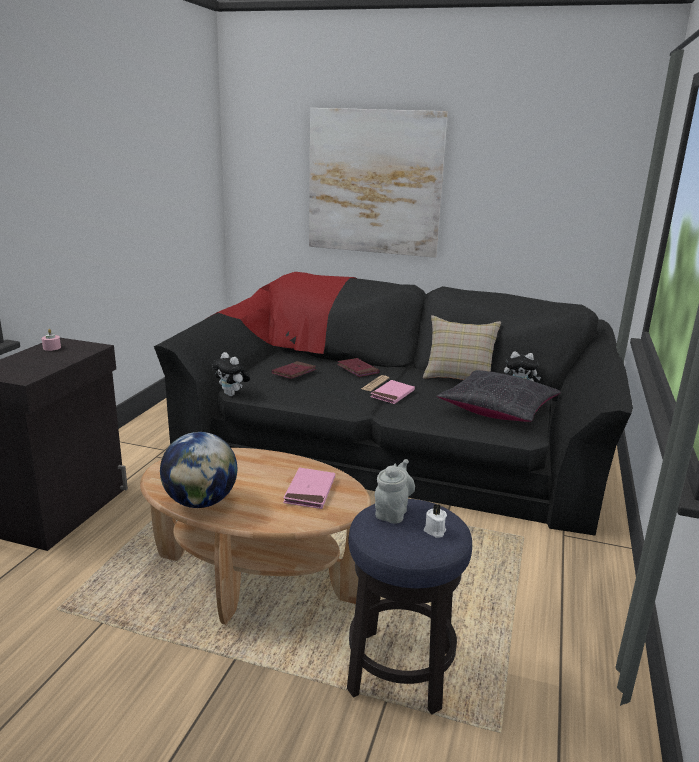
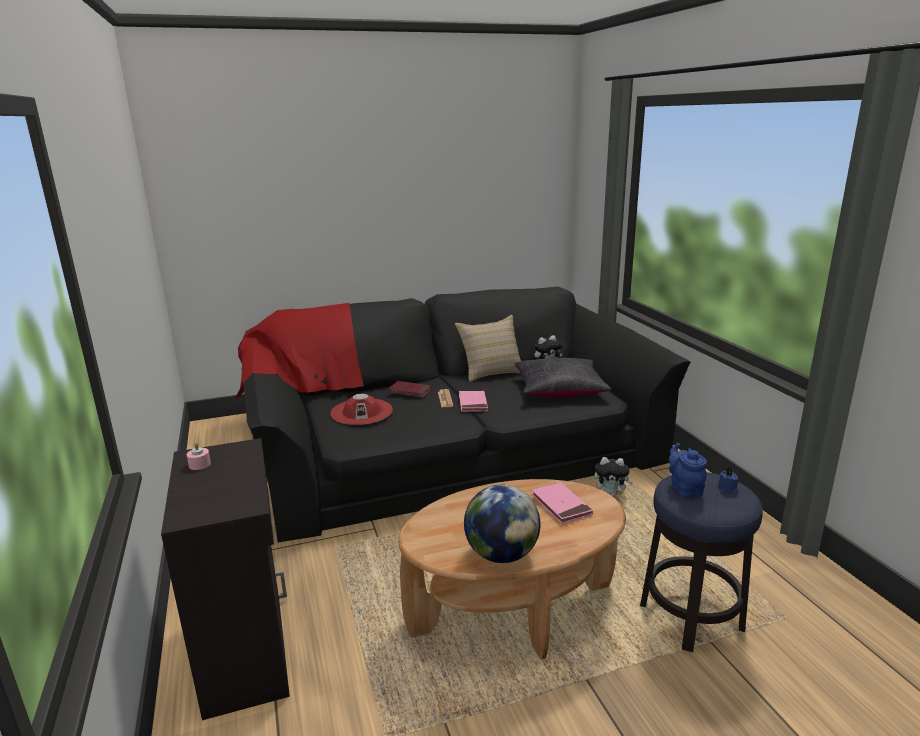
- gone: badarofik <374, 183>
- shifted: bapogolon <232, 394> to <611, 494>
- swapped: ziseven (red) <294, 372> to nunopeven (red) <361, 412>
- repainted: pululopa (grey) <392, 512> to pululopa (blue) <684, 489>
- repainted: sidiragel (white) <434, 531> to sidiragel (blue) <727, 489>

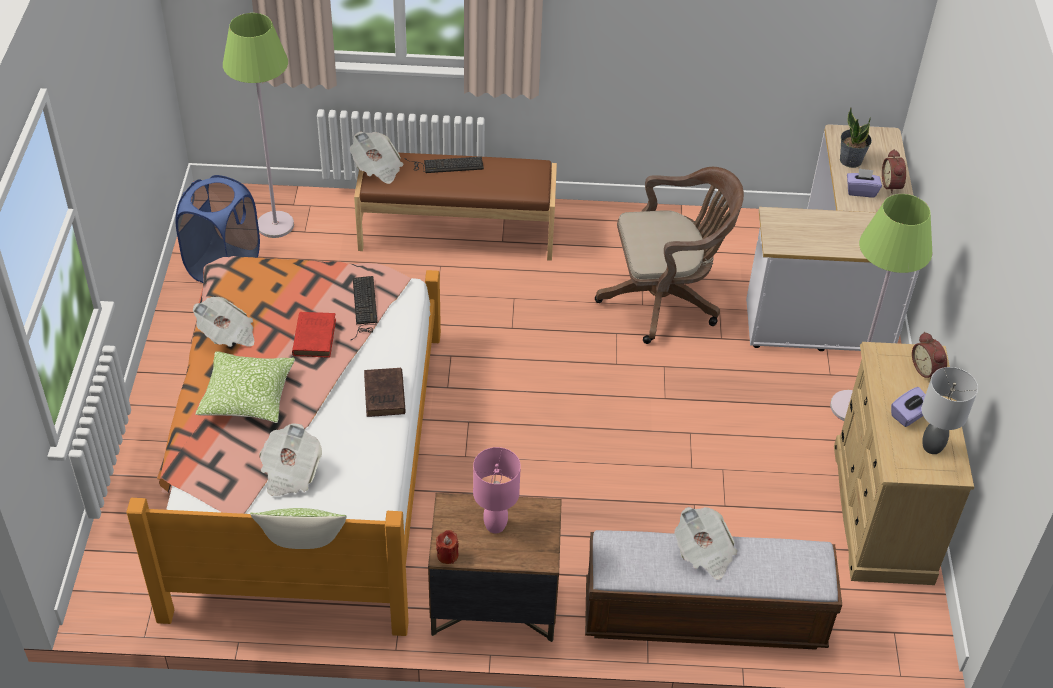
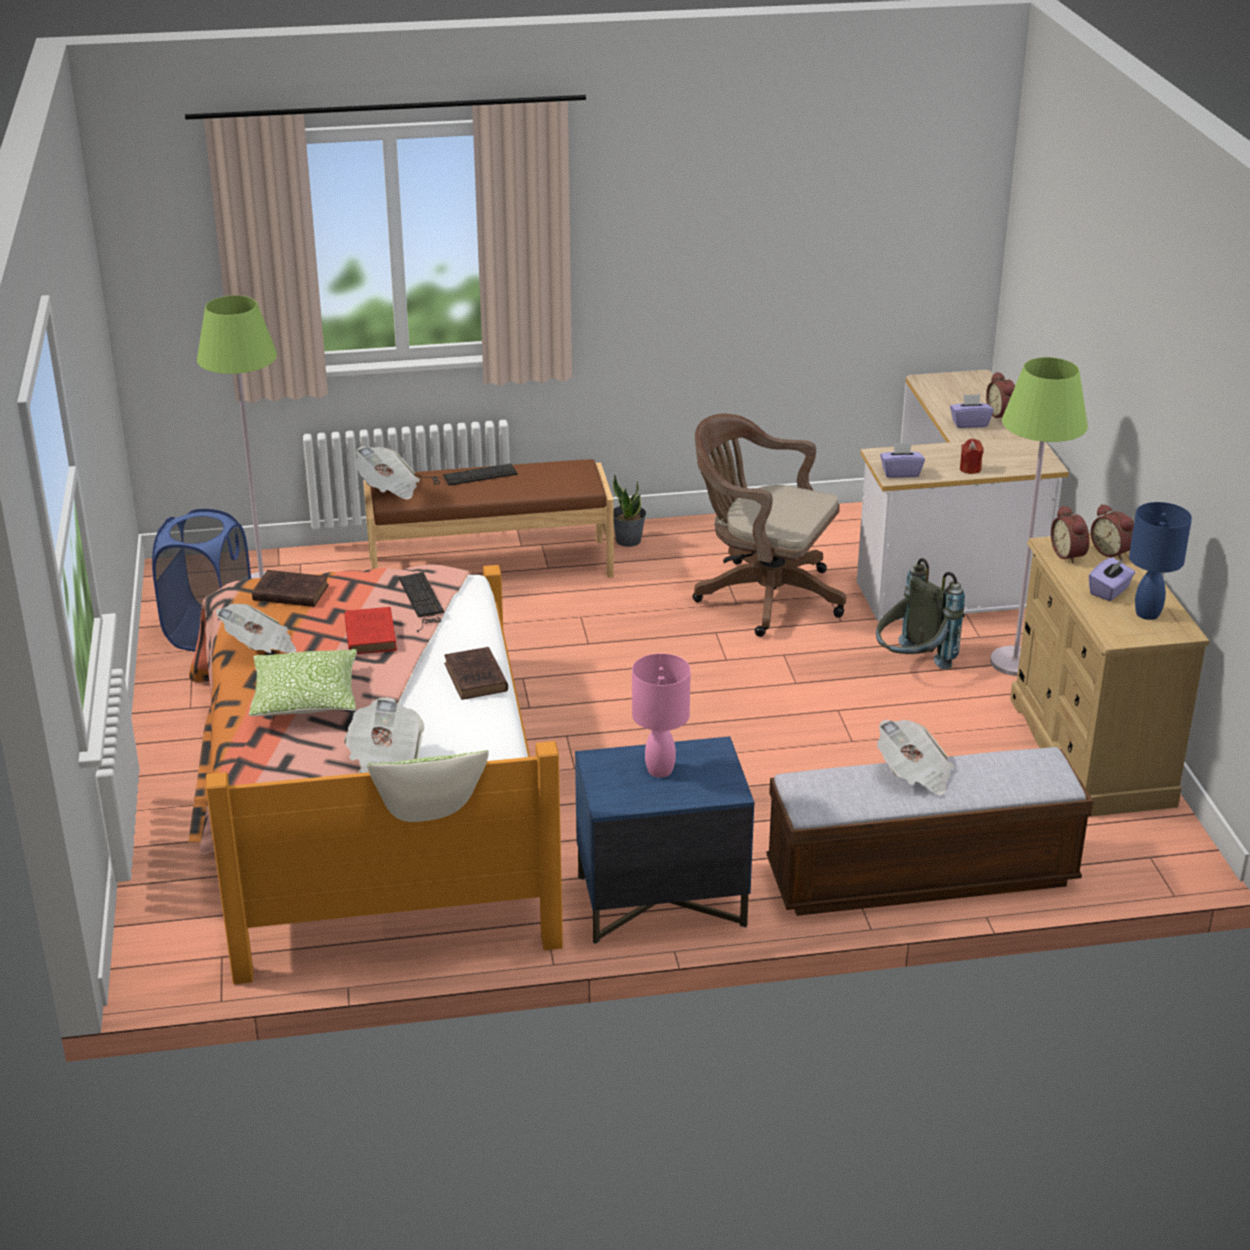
- shifted: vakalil <850, 160> to <628, 540>
- rotated: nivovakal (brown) <665, 300> = <762, 595> 135 degrees counterclockwise
- repainted: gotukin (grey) <933, 447> to gotukin (blue) <1148, 614>
- repainted: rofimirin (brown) <493, 604> to rofimirin (blue) <660, 902>
- shifted: sidiragel (red) <447, 555> to <970, 469>
- new: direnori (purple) <900, 473>
- new: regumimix <1070, 554>
- new: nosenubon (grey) <911, 666>
- new: ziseven (brown) <289, 593>

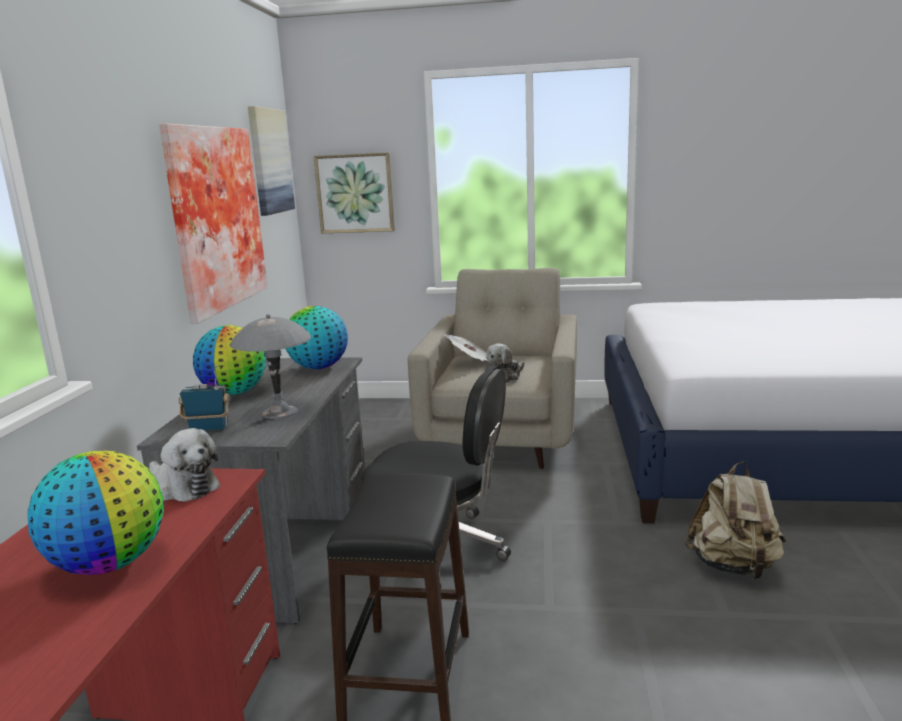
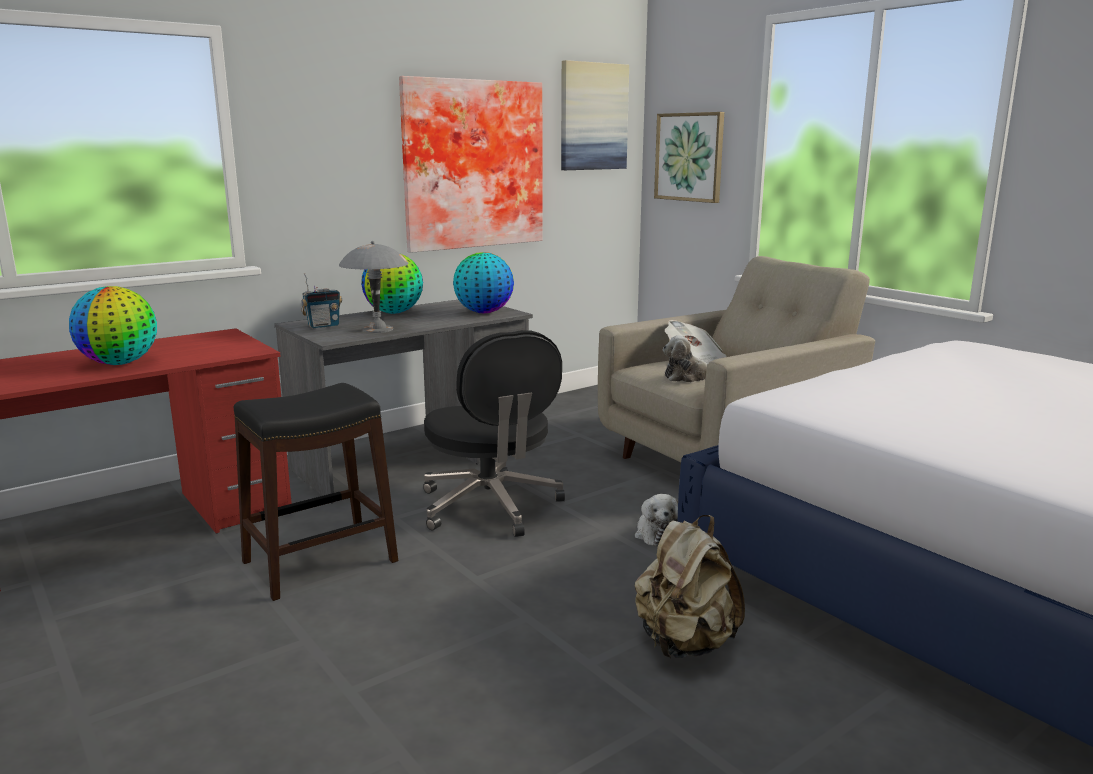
- rotated: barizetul <209, 428> = <323, 326> 105 degrees clockwise
- shifted: bapogolon <184, 487> to <656, 534>

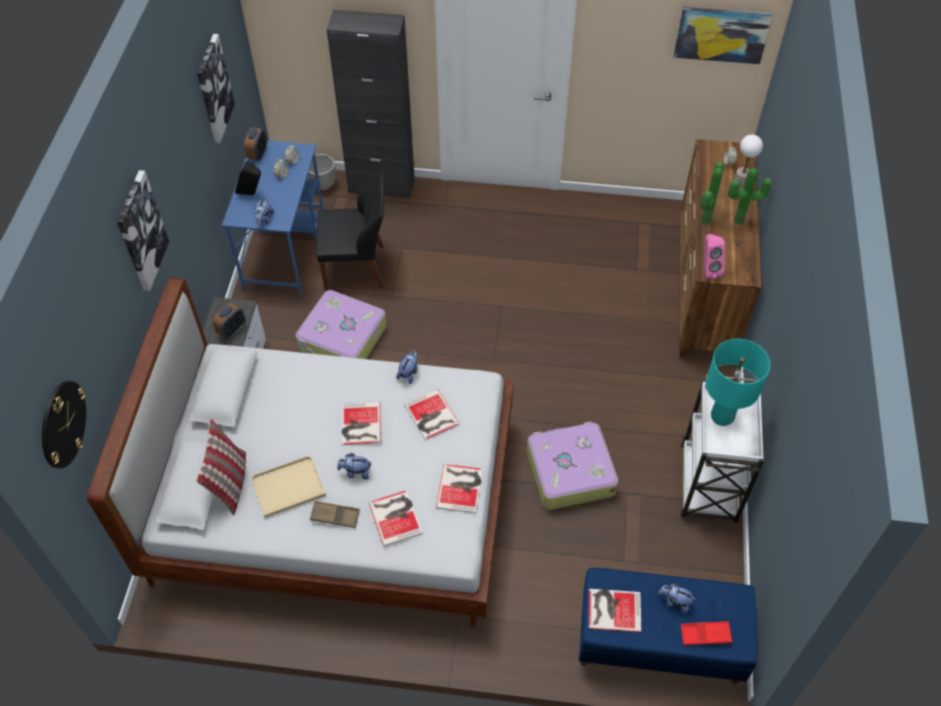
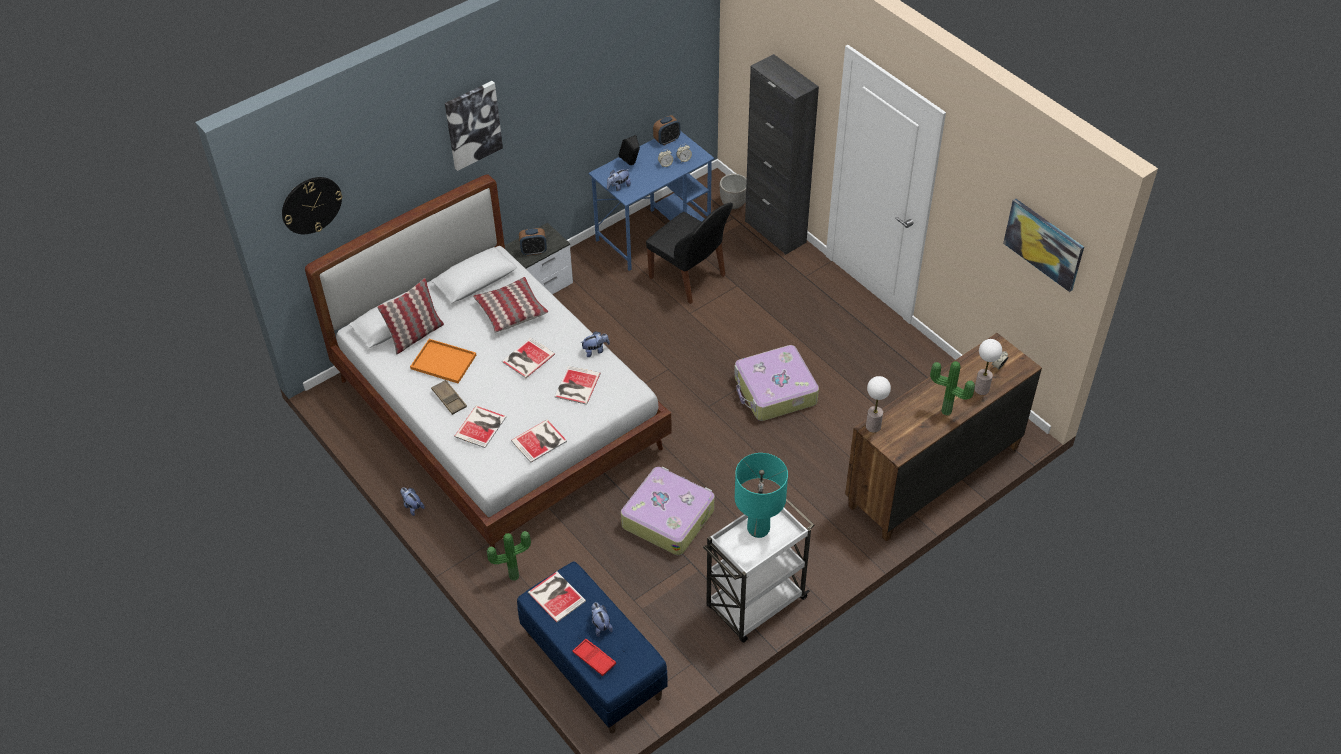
- gone: badarofik <213, 89>
- shifted: vakalil <703, 220> to <513, 575>
- swapped: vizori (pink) <708, 269> to gotukin <873, 426>
- shifted: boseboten <343, 339> to <774, 391>
- shifted: bapogolon <356, 472> to <412, 506>
- repainted: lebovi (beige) <287, 488> to lebovi (orange) <442, 362>
- new: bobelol <511, 311>

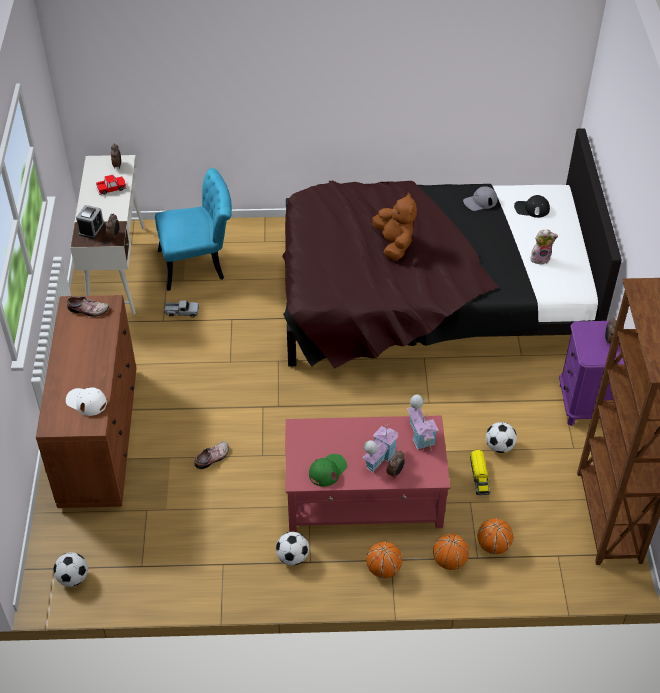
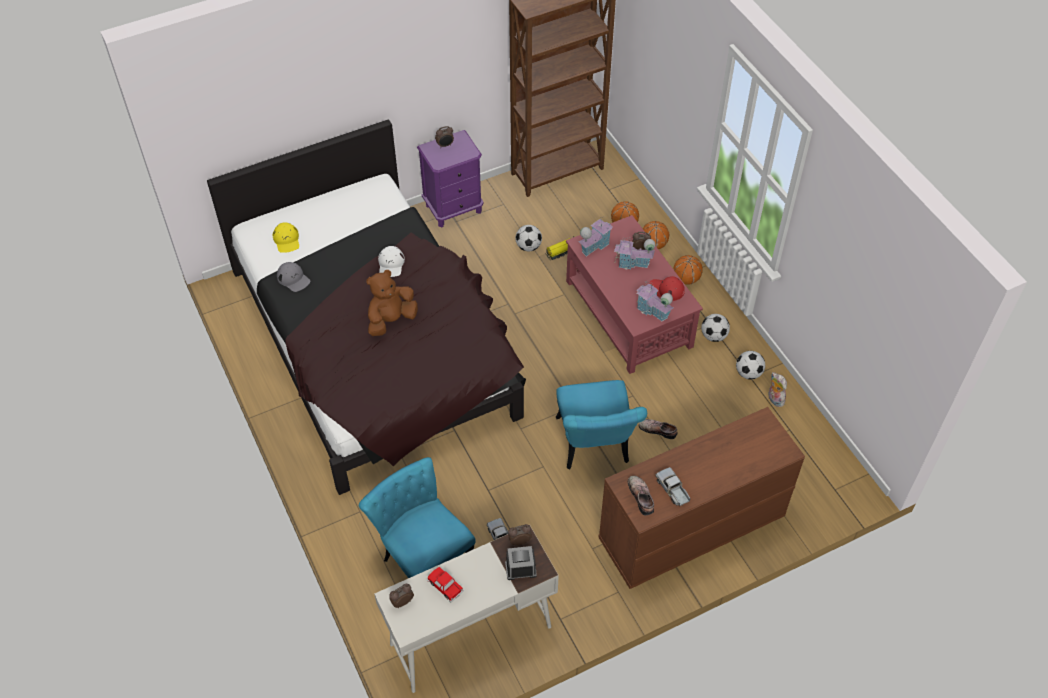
- repainted: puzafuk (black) <531, 209> to puzafuk (yellow) <287, 240>
- shifted: bapogolon <540, 258> to <774, 399>
- shifted: puzafuk (white) <86, 402> to <391, 264>
- repainted: puzafuk (green) <327, 470> to puzafuk (red) <666, 289>
- shifted: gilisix <73, 578> to <748, 373>
- new: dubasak <652, 311>
- new: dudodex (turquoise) <594, 447>
- new: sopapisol <672, 490>

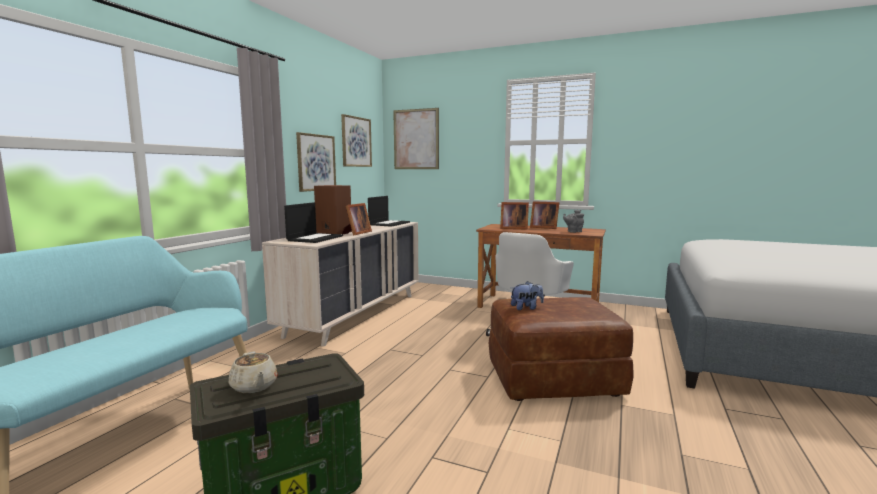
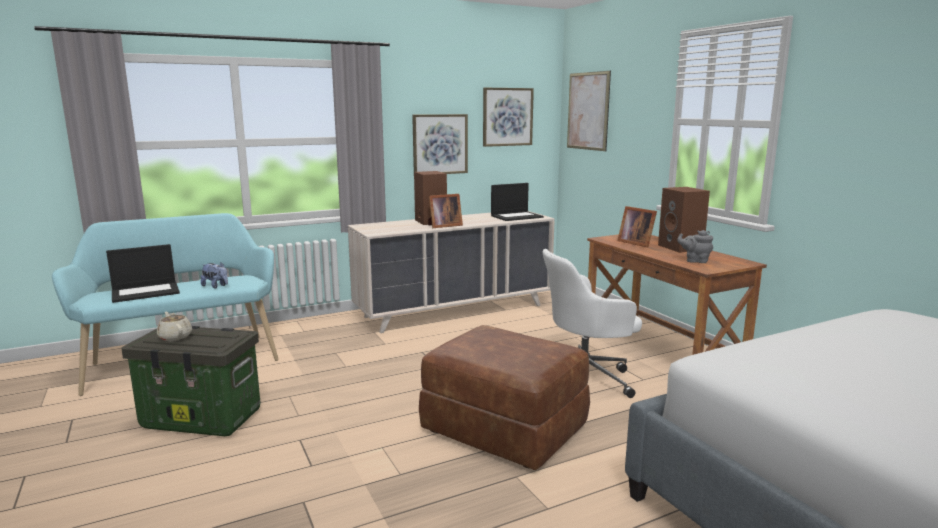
- swapped: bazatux <543, 227> to vizori (brown) <681, 248>
- shifted: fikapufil <315, 238> to <146, 292>
- shifted: bapogolon <526, 308> to <216, 286>
- rotated: pululopa (beige) <254, 386> = <175, 337> 135 degrees clockwise

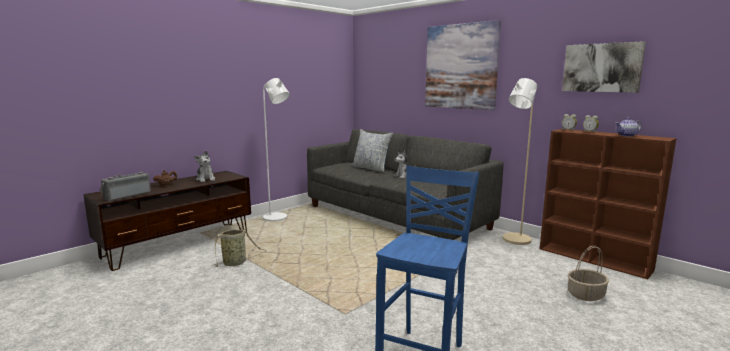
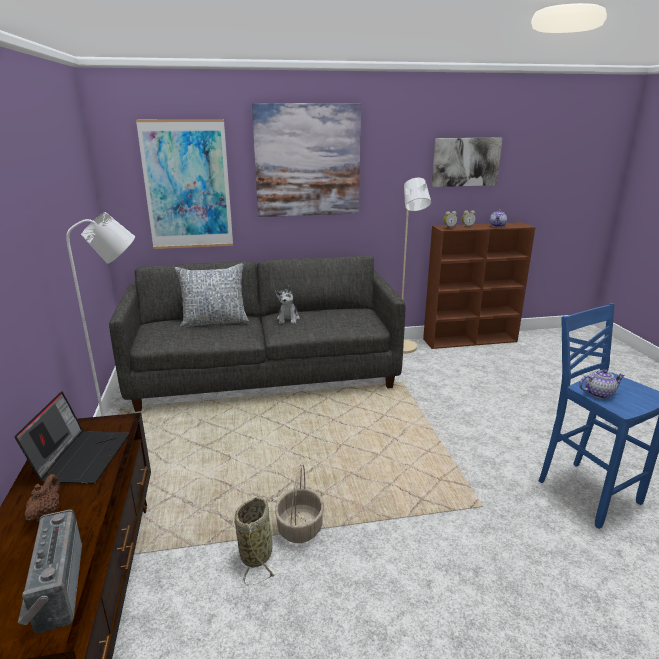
- swapped: bapogolon <205, 179> to fikapufil <81, 456>
- shifted: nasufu <585, 294> to <299, 527>
- new: badarofik <187, 185>
- new: pululopa <599, 393>

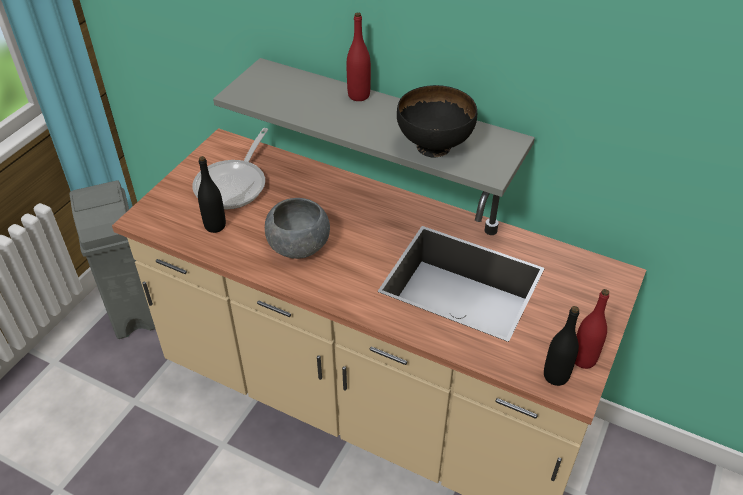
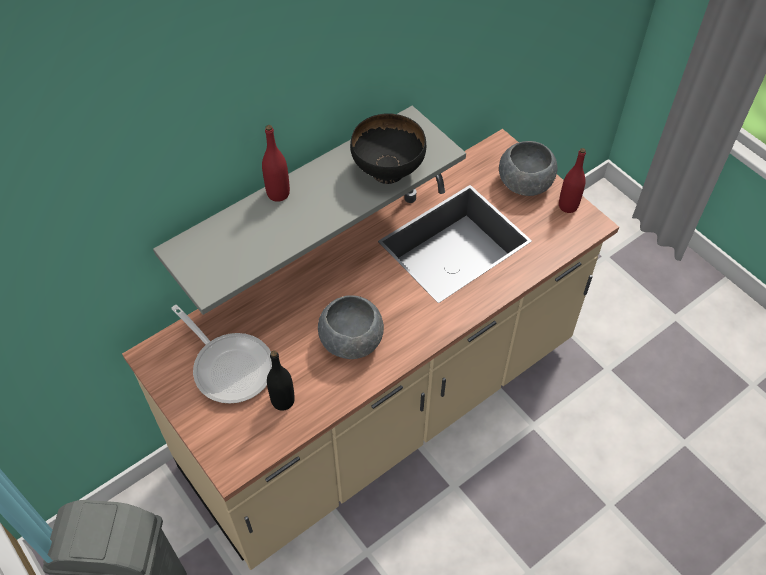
- gone: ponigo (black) <556, 376>
- new: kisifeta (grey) <525, 183>

